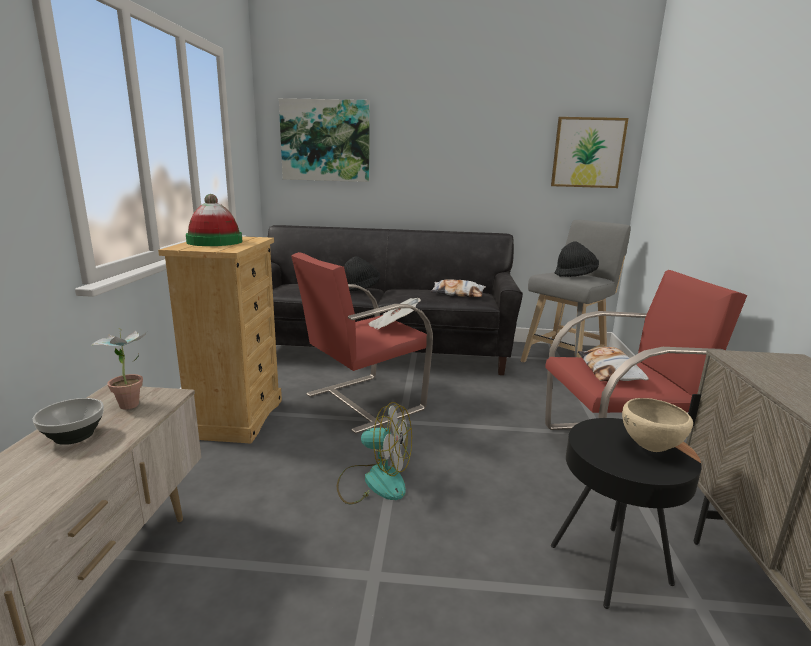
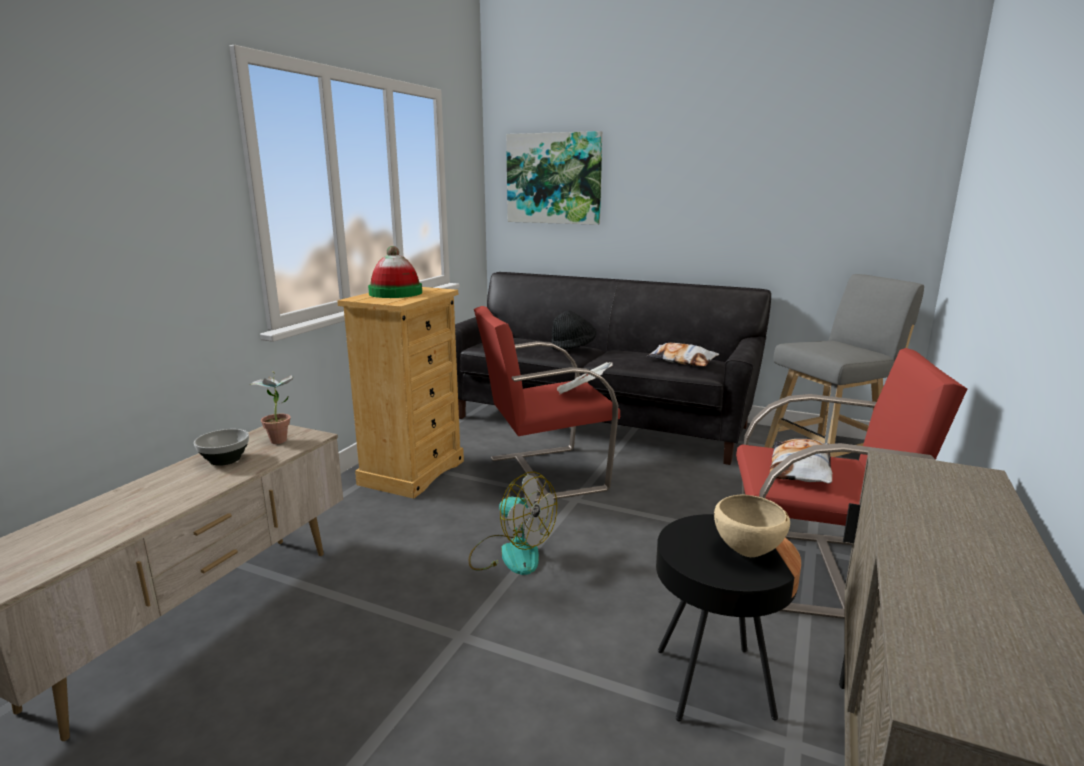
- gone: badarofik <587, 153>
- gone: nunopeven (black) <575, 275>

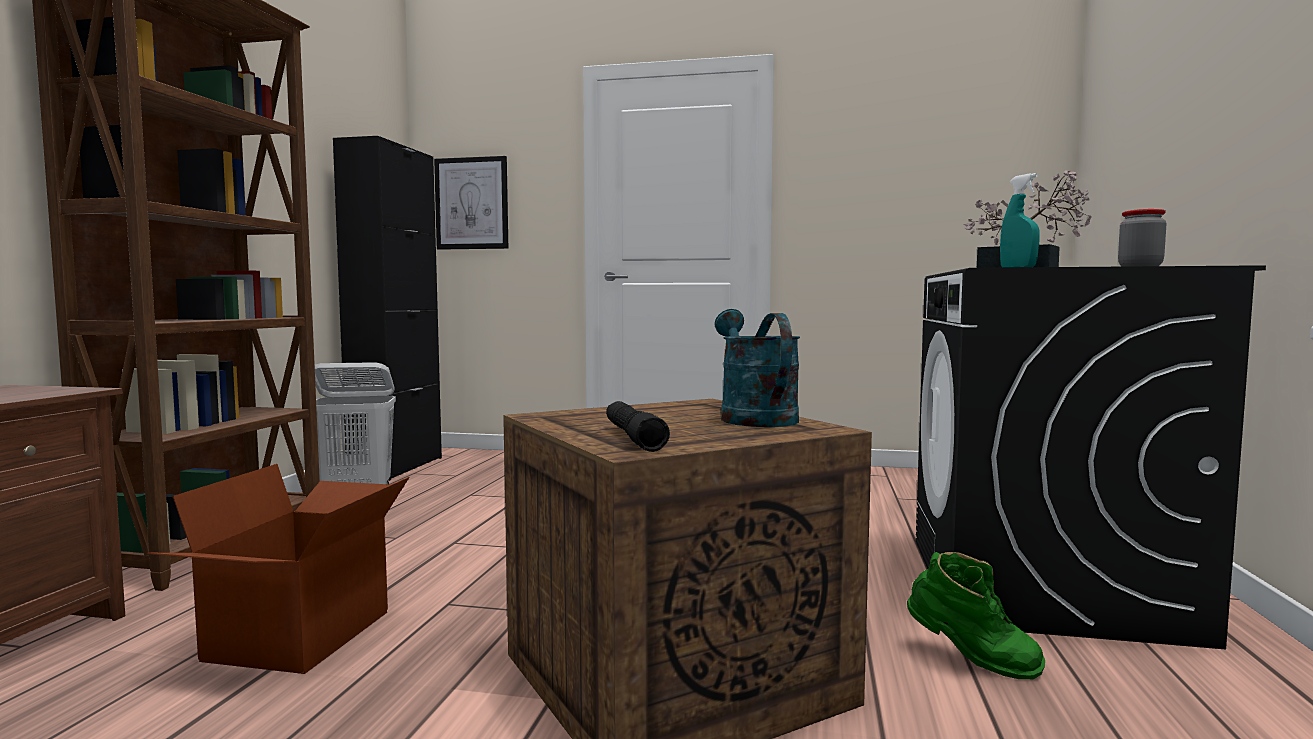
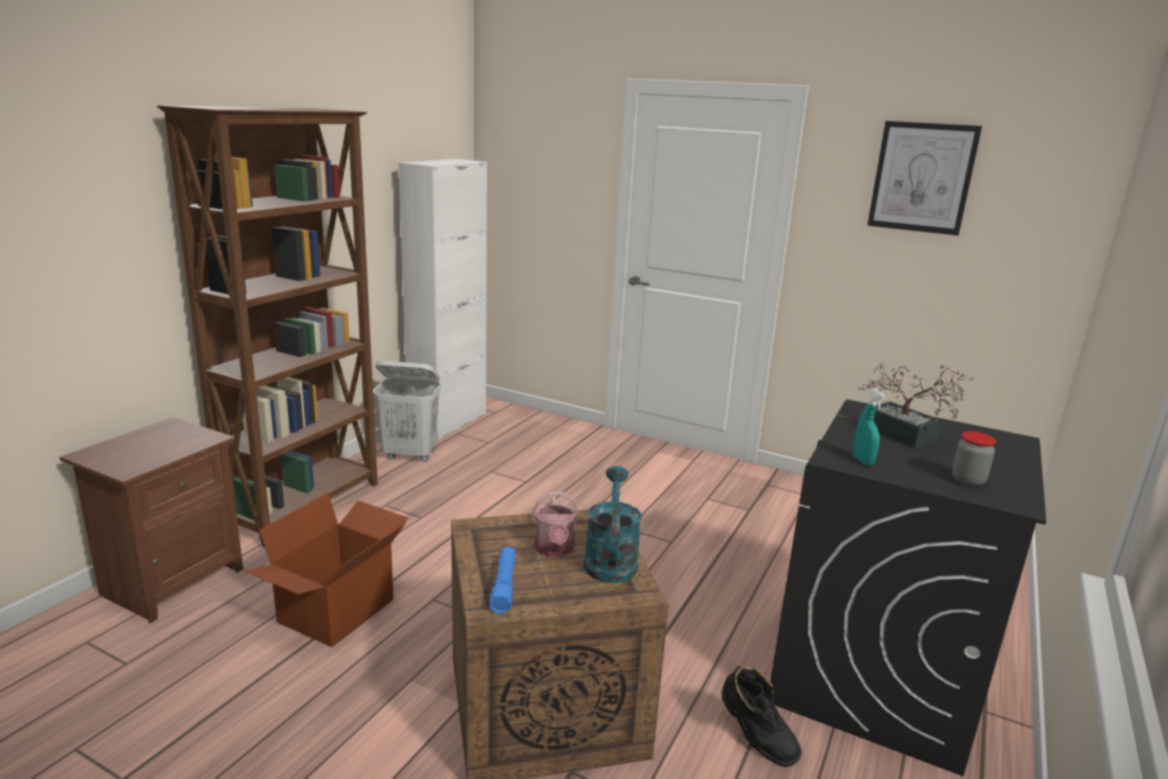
- repainted: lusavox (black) <397, 467> to lusavox (white) <448, 423>
- shifted: badarofik <472, 203> to <922, 177>
- repainted: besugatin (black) <633, 438> to besugatin (blue) <504, 585>
- repainted: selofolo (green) <971, 661> to selofolo (black) <755, 739>
- new: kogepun <554, 549>

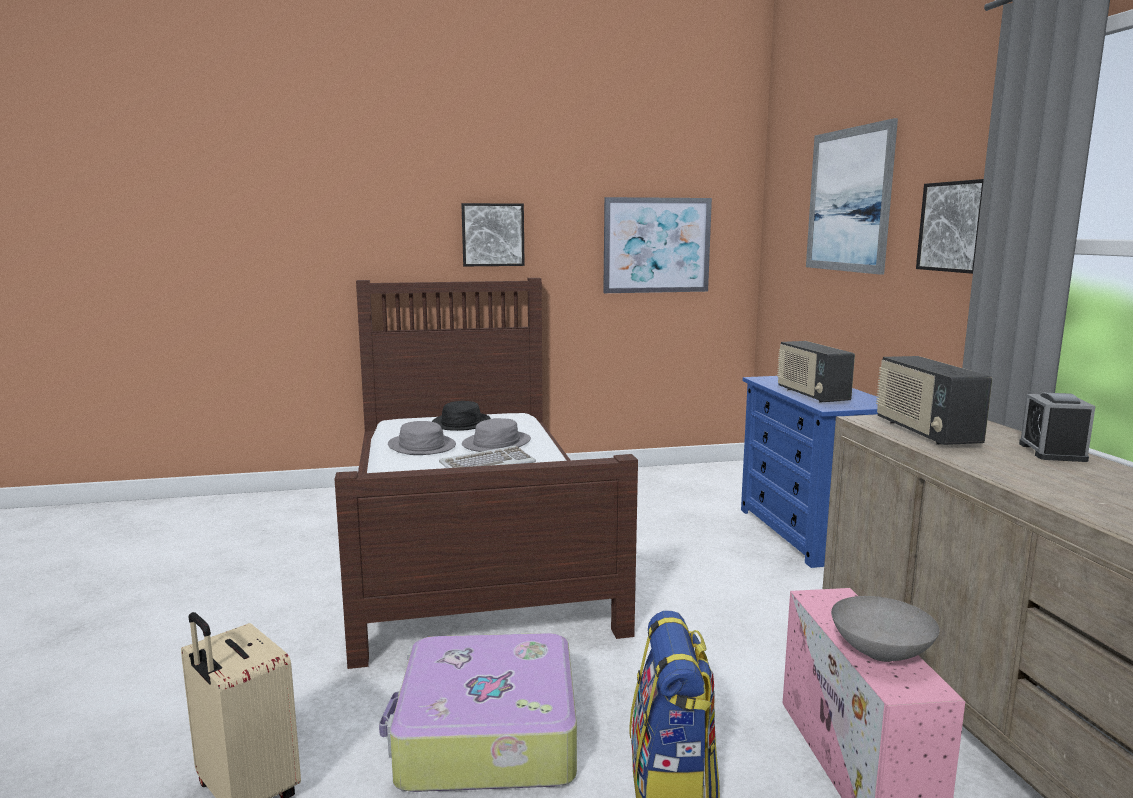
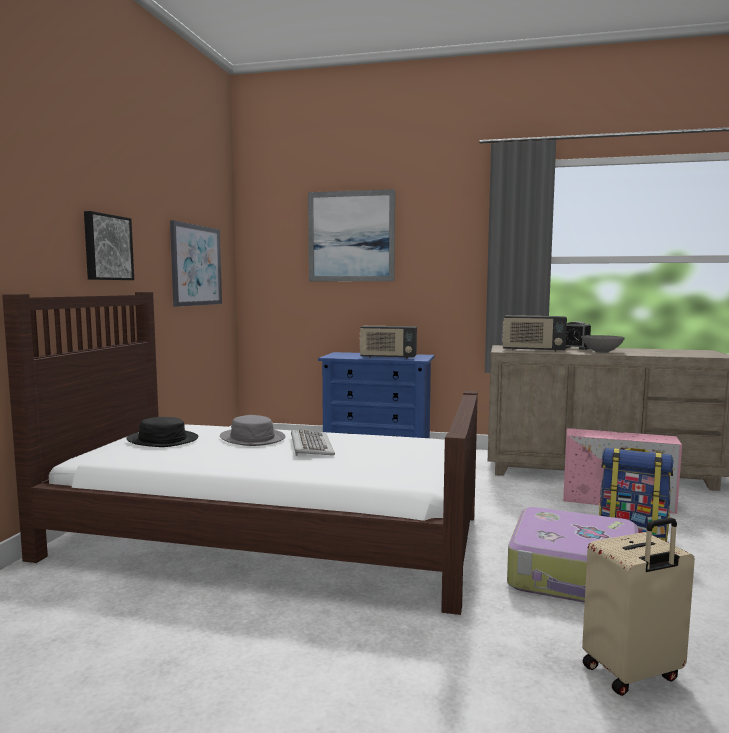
- gone: badarofik <957, 226>
- gone: nunopeven (grey) <421, 446>
- shifted: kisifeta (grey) <881, 654> to <602, 352>

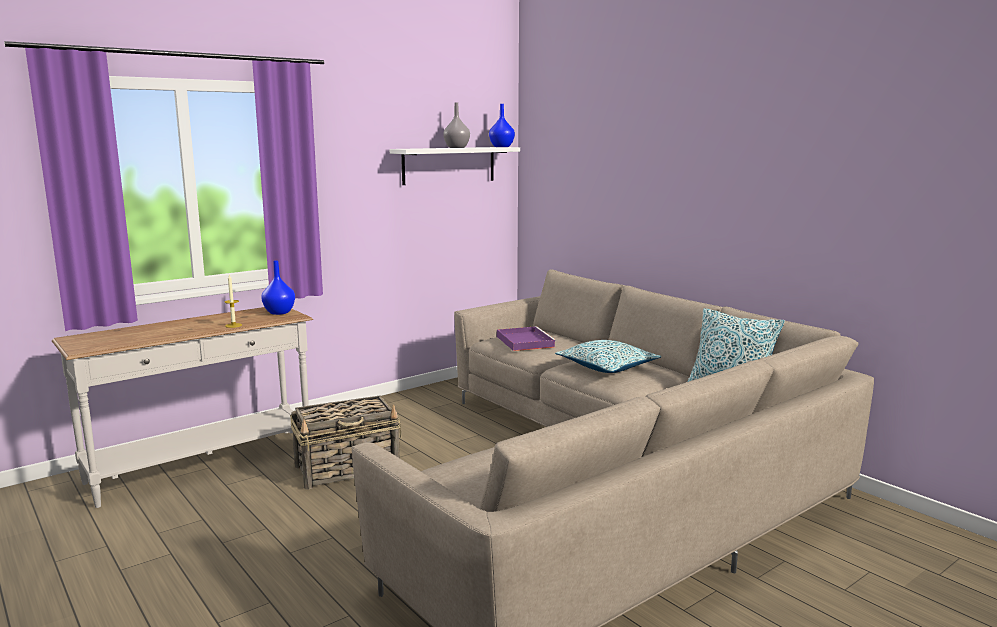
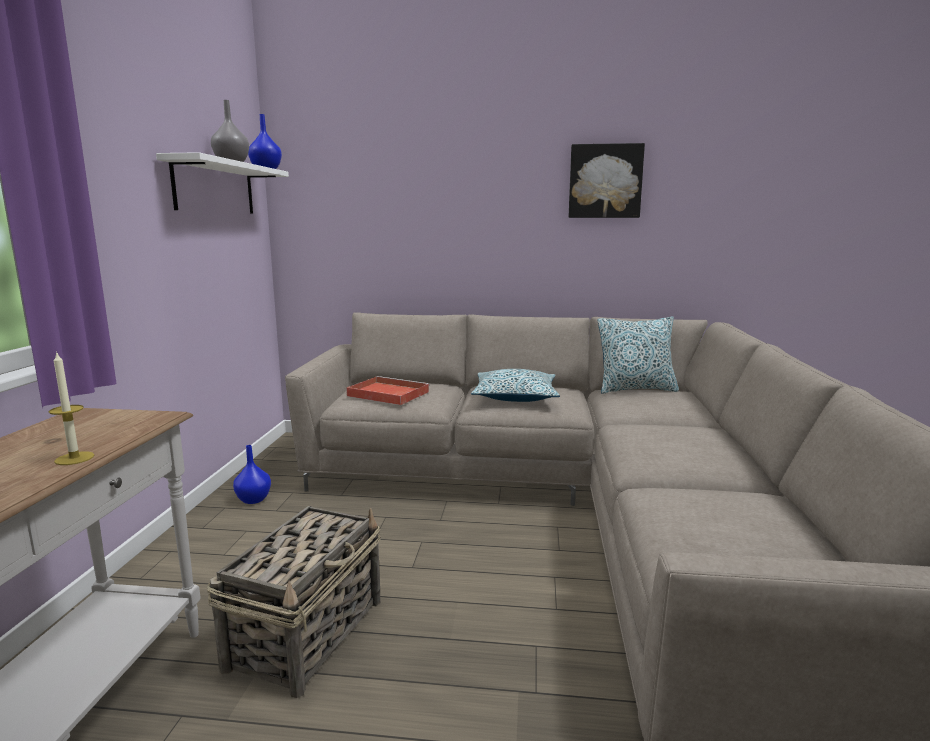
- shifted: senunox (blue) <280, 312> to <254, 499>
- repainted: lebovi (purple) <524, 341> to lebovi (red) <387, 394>
- new: badarofik <605, 181>

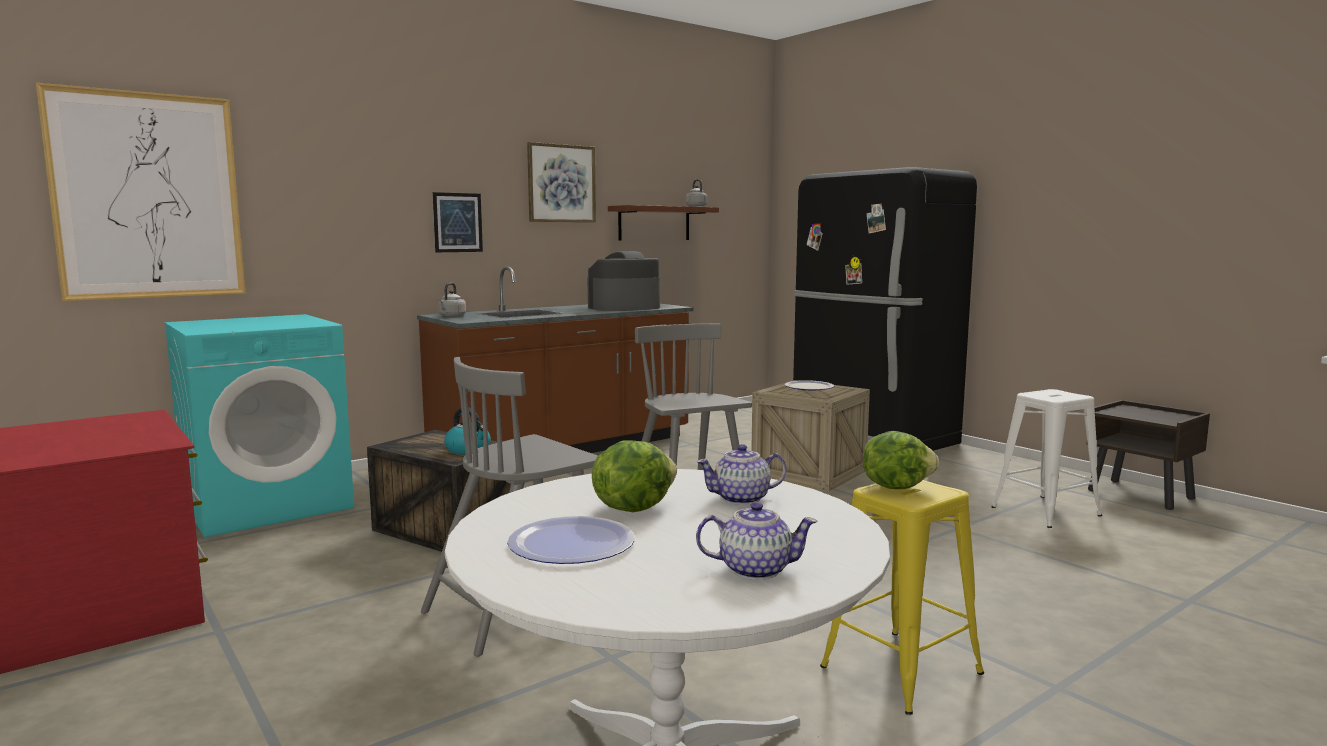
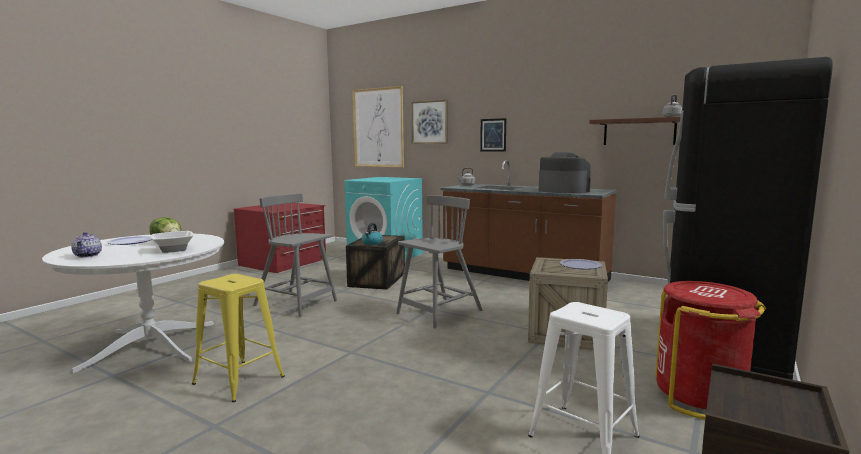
- shifted: badarofik <561, 183> to <429, 122>
- gone: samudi <895, 486>
- swapped: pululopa <742, 499> to kisifeta <172, 250>
- new: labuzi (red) <700, 397>

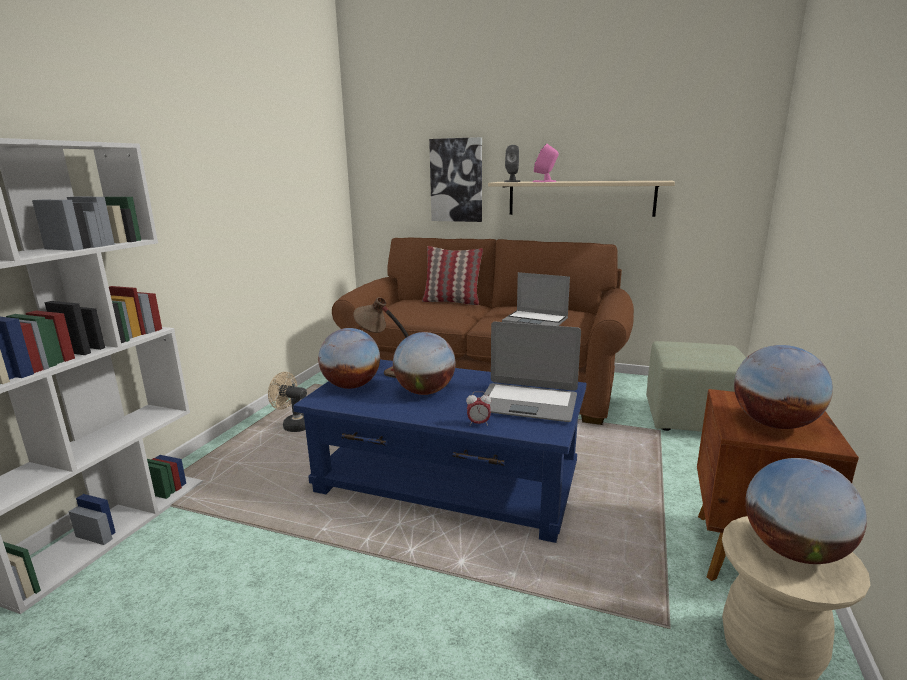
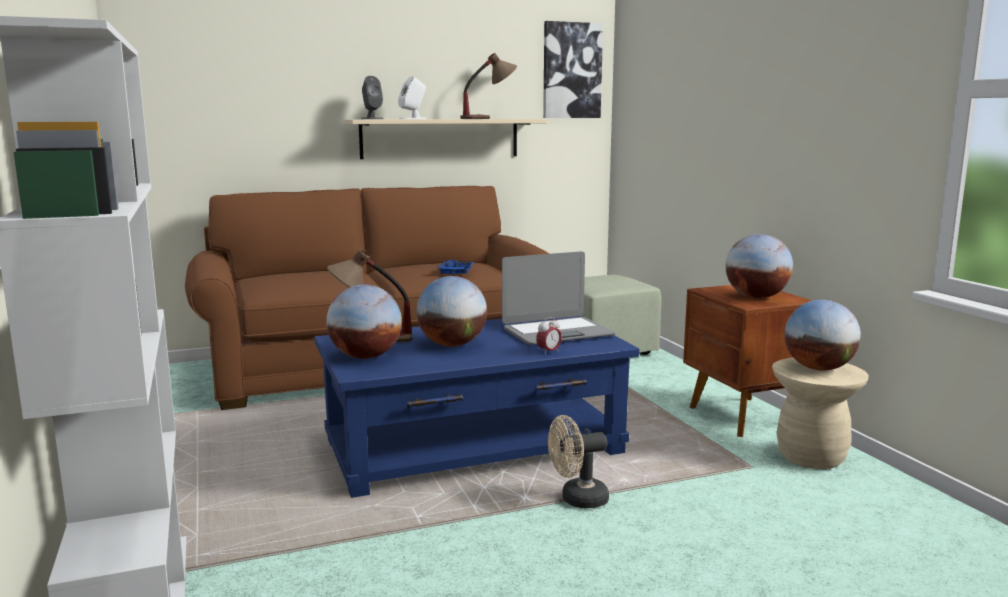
- shifted: badarofik <456, 180> to <571, 70>
- repainted: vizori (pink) <544, 181> to vizori (white) <413, 119>
- gone: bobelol <452, 301>
- swapped: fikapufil <536, 321> to lebovi (blue) <456, 273>
- shifted: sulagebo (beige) <293, 425> to <577, 500>
- new: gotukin <489, 118>

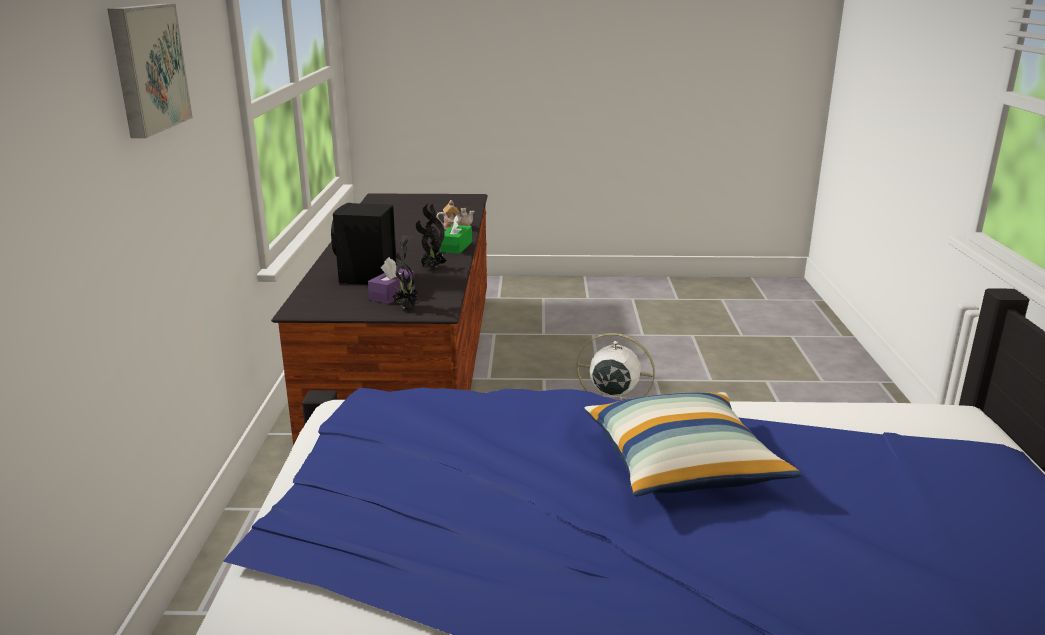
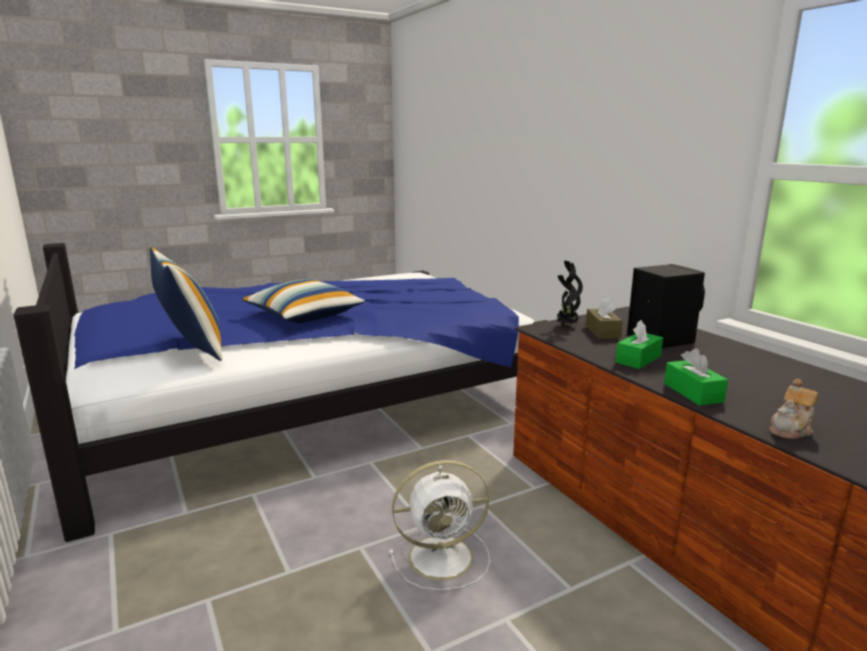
- gone: badarofik <146, 68>
- swapped: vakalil <432, 268> to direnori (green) <638, 359>
- repainted: direnori (purple) <392, 294> to direnori (brown) <602, 332>
- new: bobelol <191, 348>

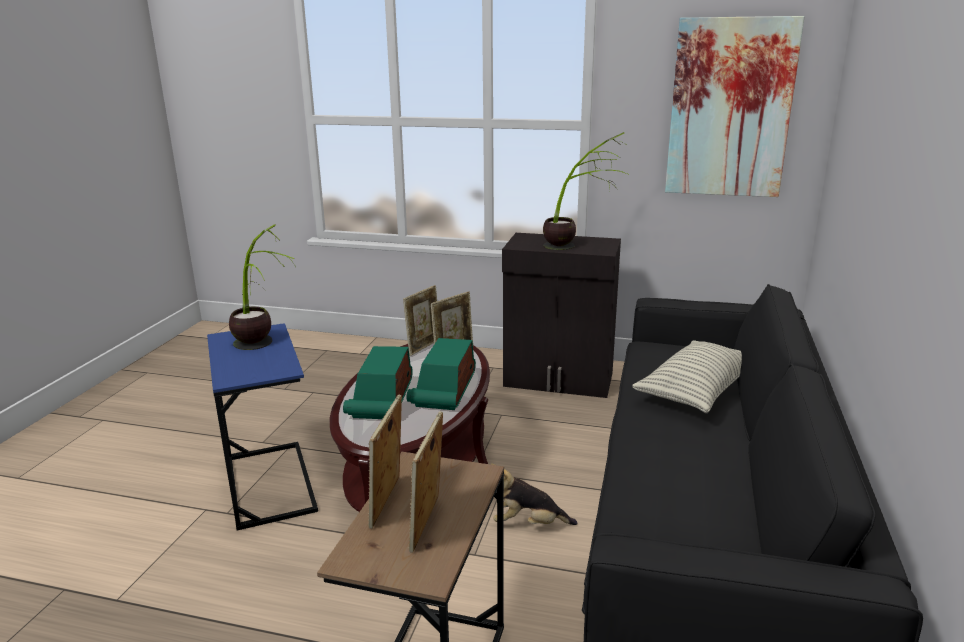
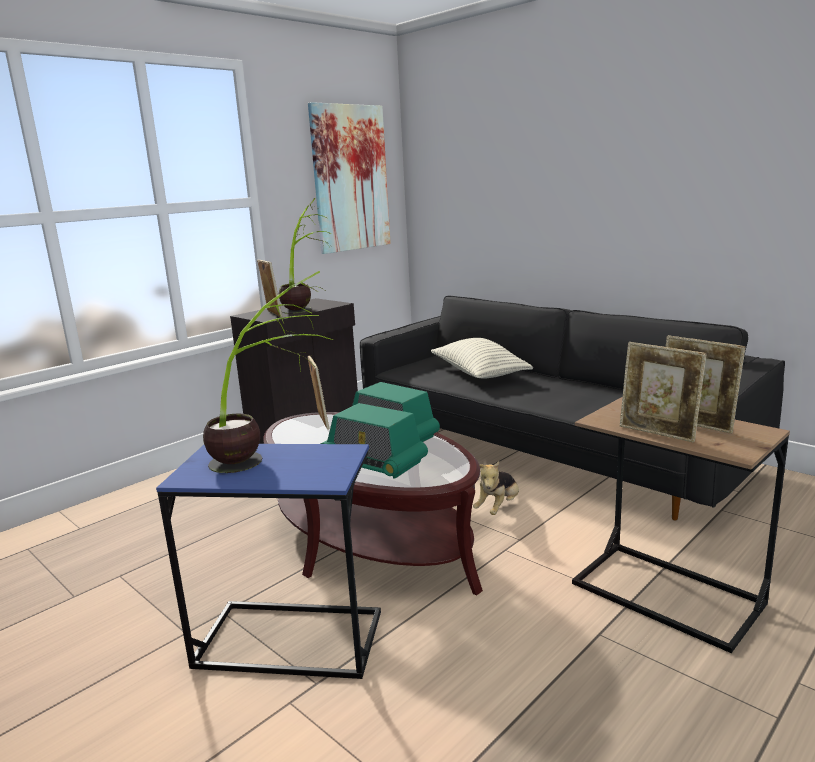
- shifted: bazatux <424, 346> to <272, 314>

